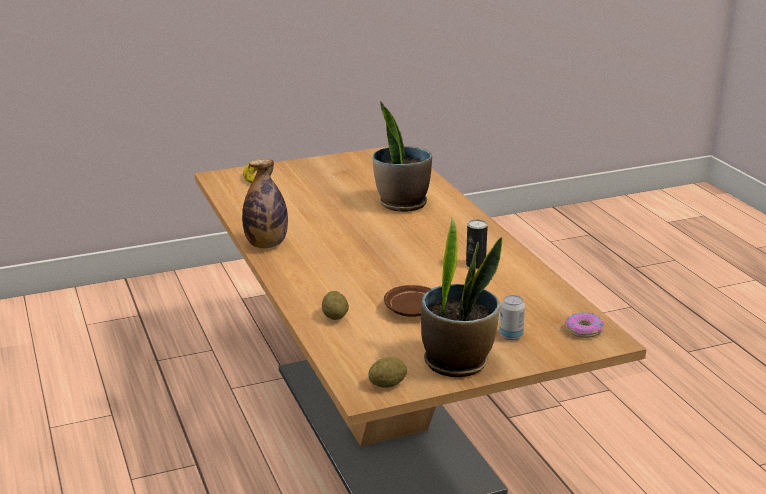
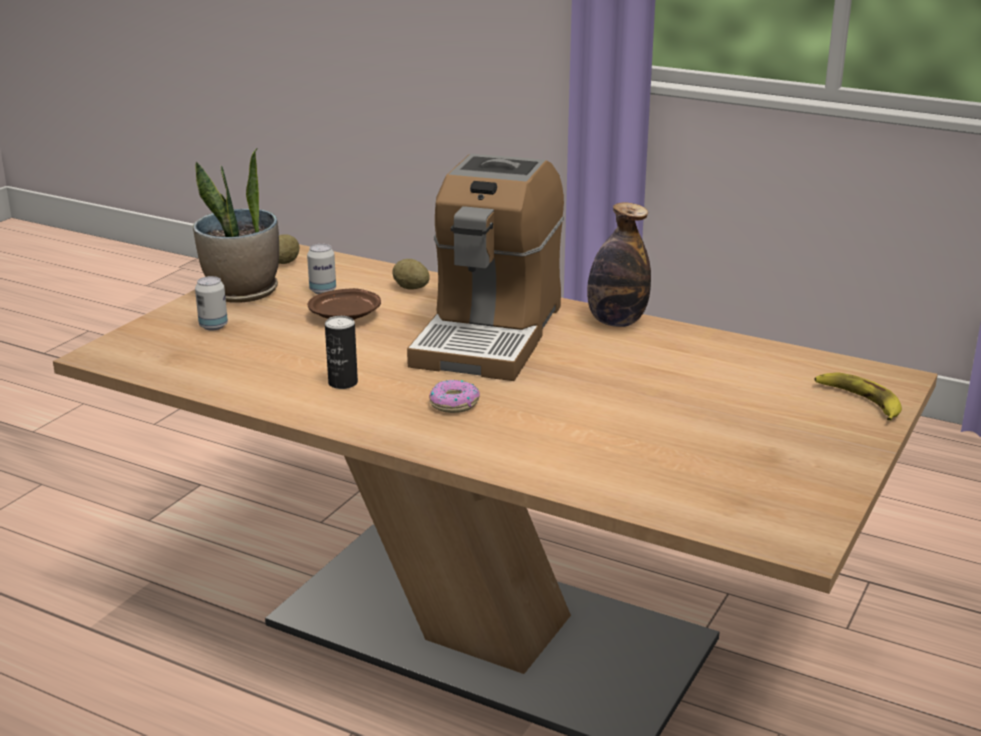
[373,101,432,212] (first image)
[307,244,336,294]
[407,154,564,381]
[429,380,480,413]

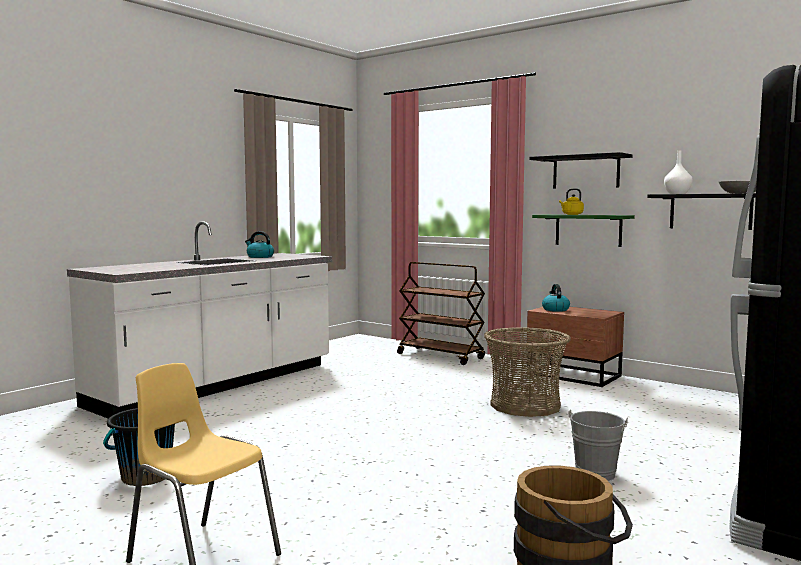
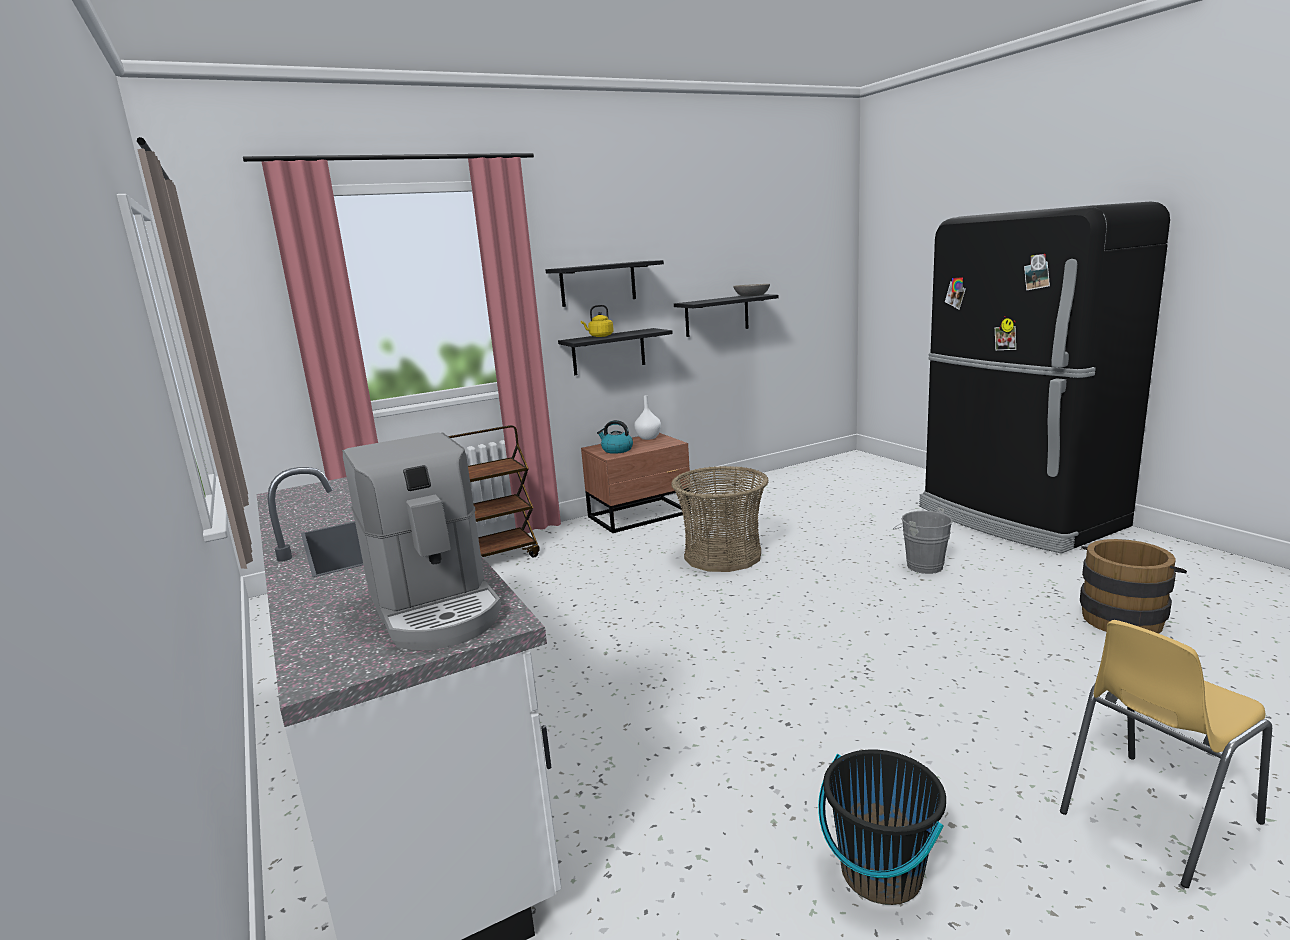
[245,231,274,258] (first image)
[342,432,501,650]
[634,395,661,440]
[558,328,673,375]

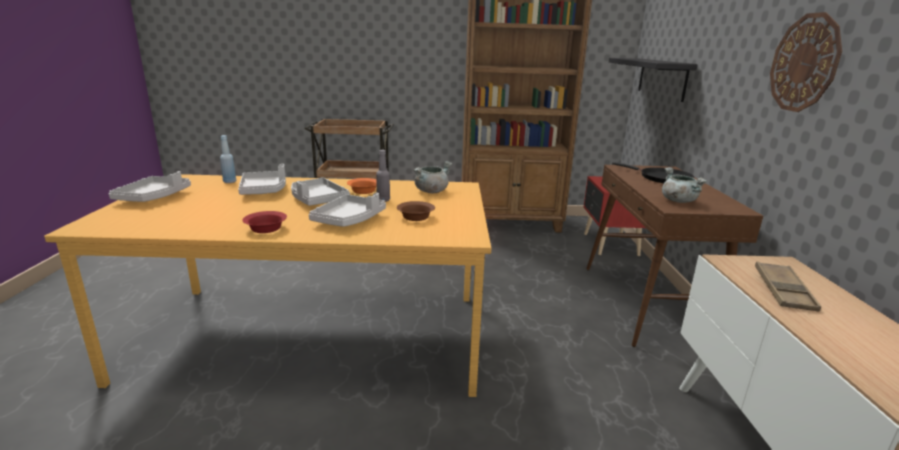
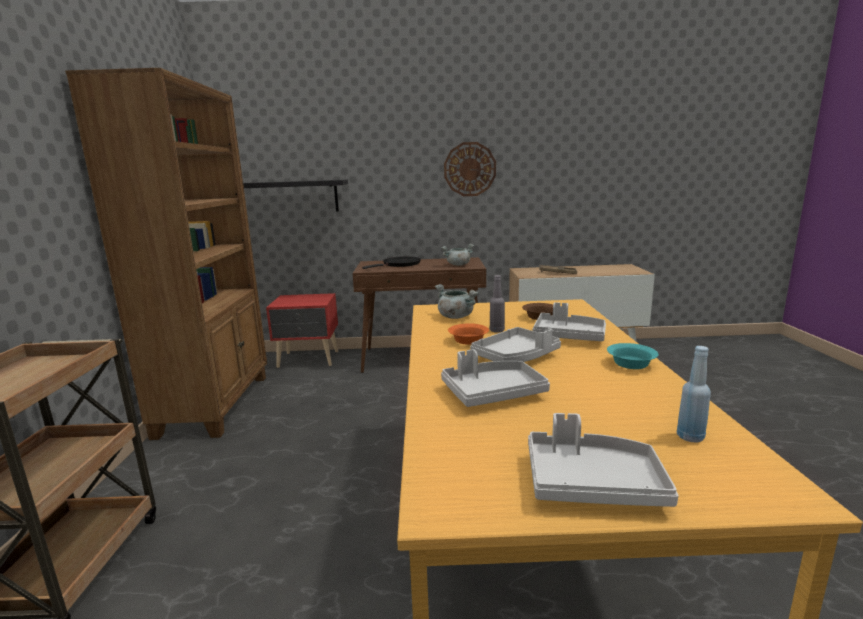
[677,346,711,442]
[607,343,659,369]

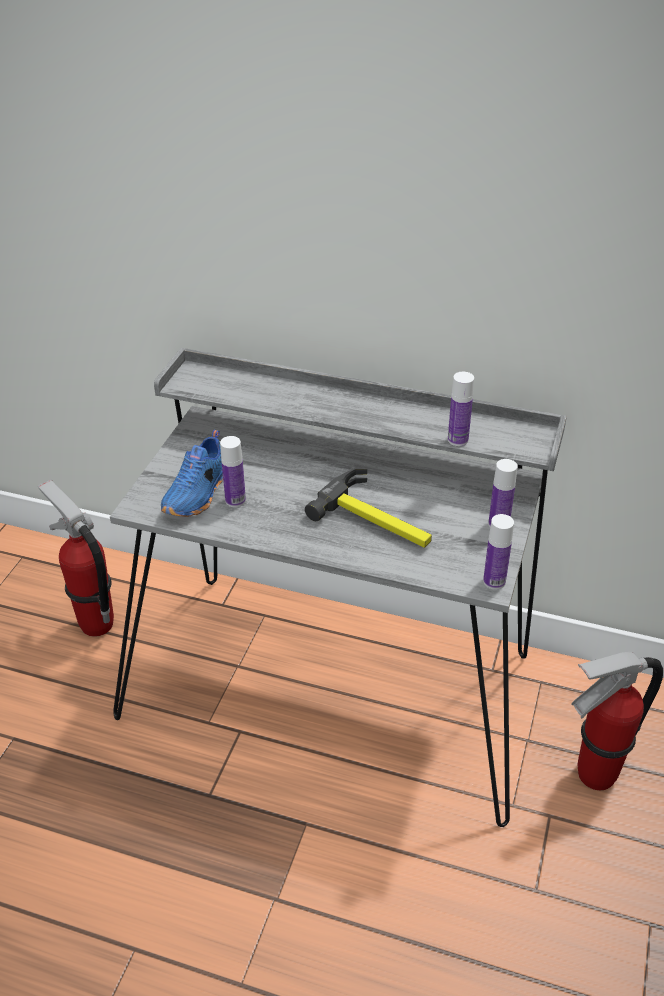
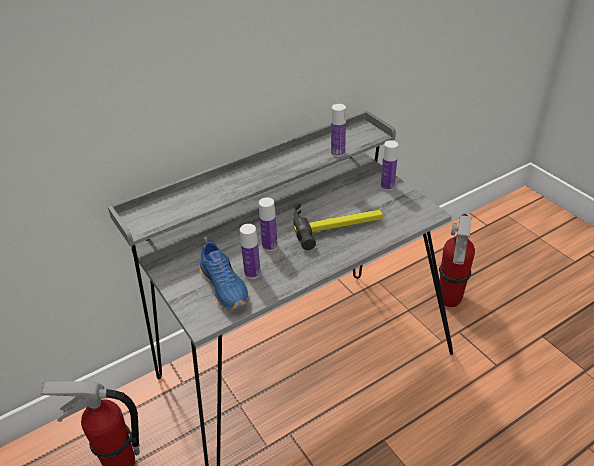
[259,197,278,251]

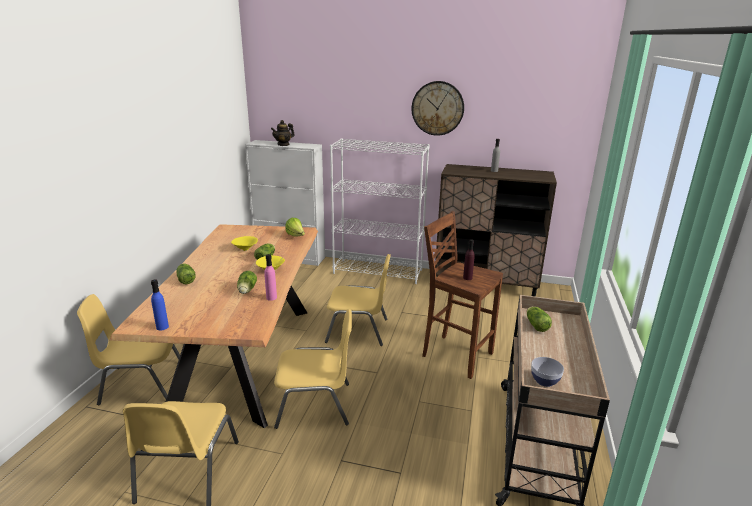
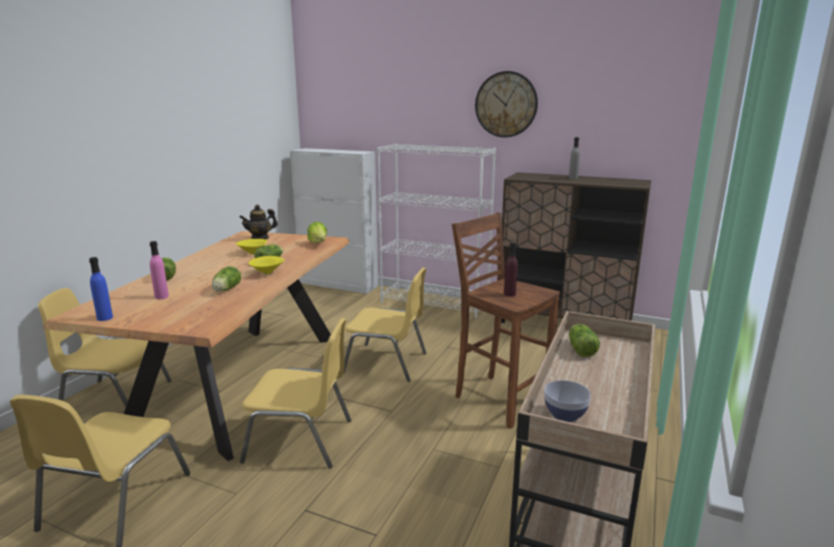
[150,241,169,299]
[239,205,278,239]

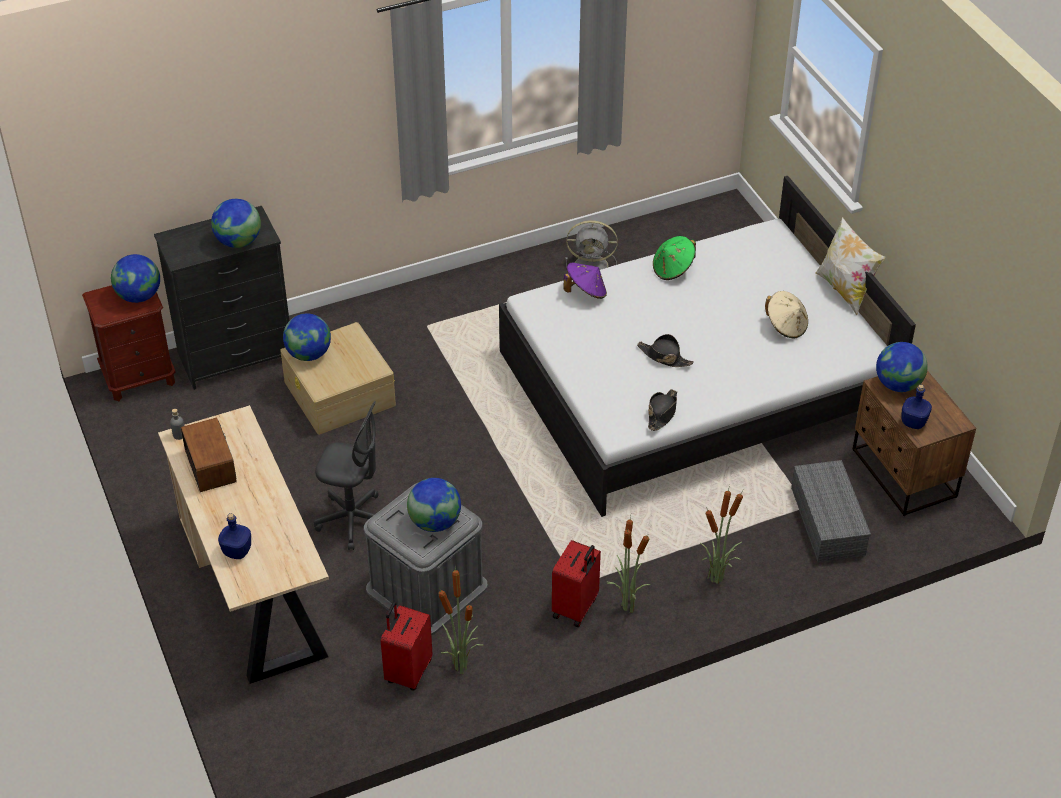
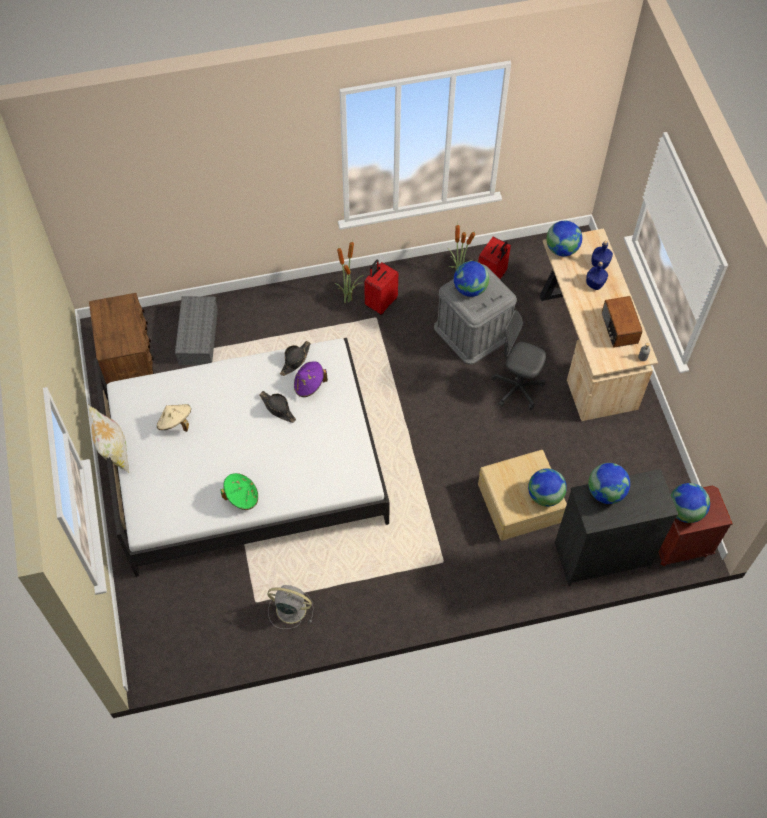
[700,485,743,584] (first image)
[294,361,328,397]
[546,221,582,256]
[586,261,608,290]

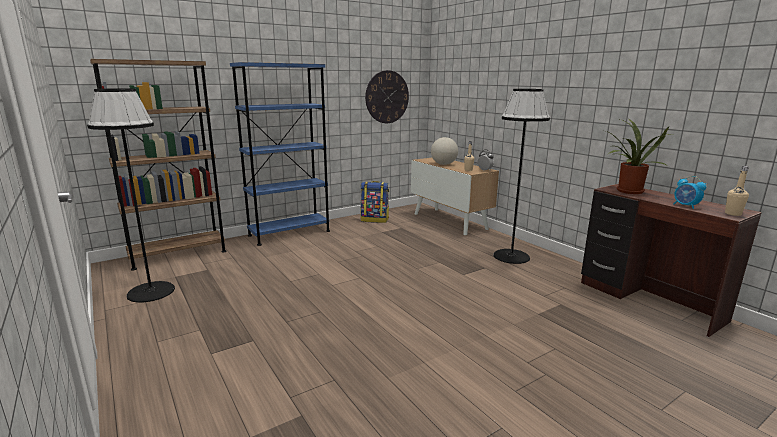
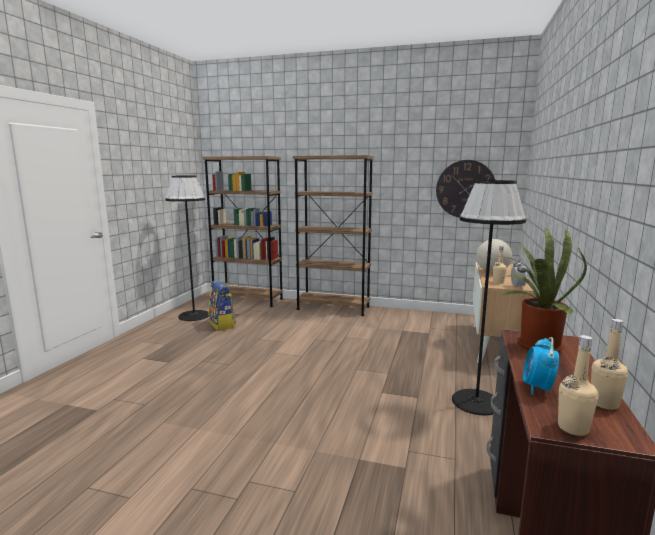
[591,319,628,410]
[209,280,236,331]
[293,155,374,316]

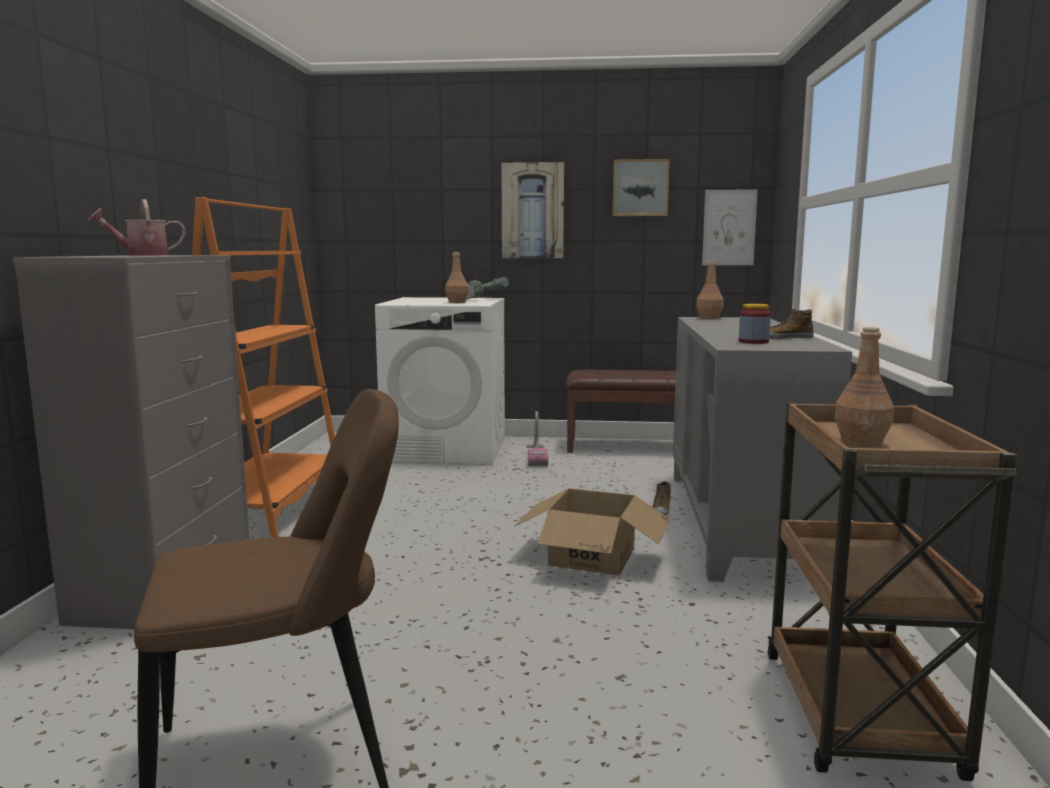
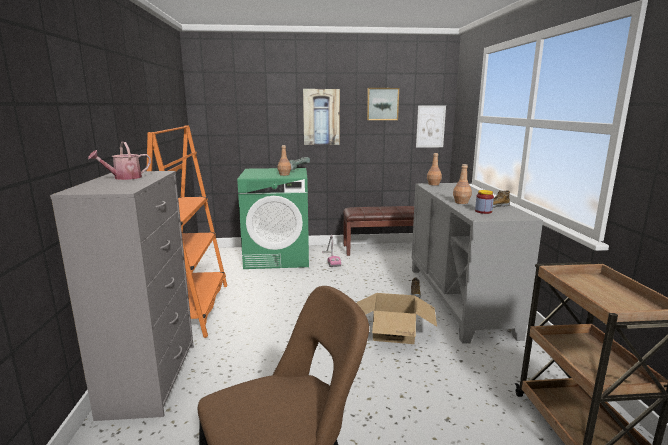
[453,164,472,204]
[237,168,309,269]

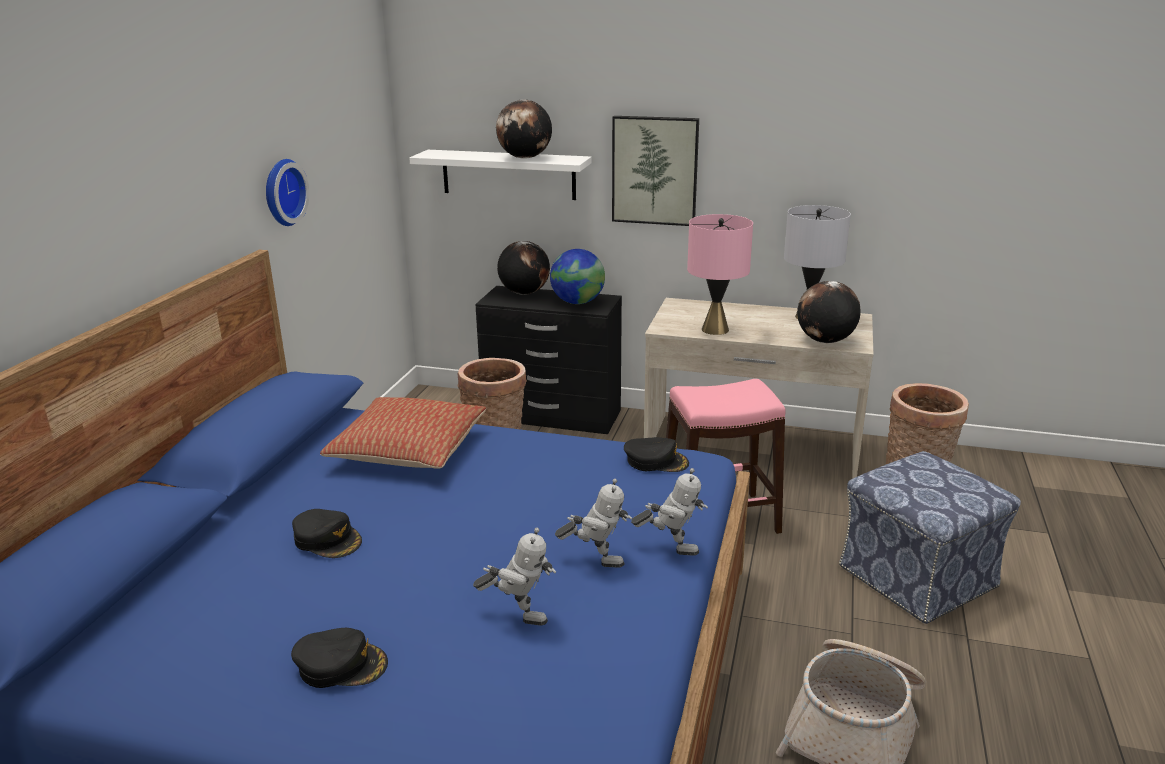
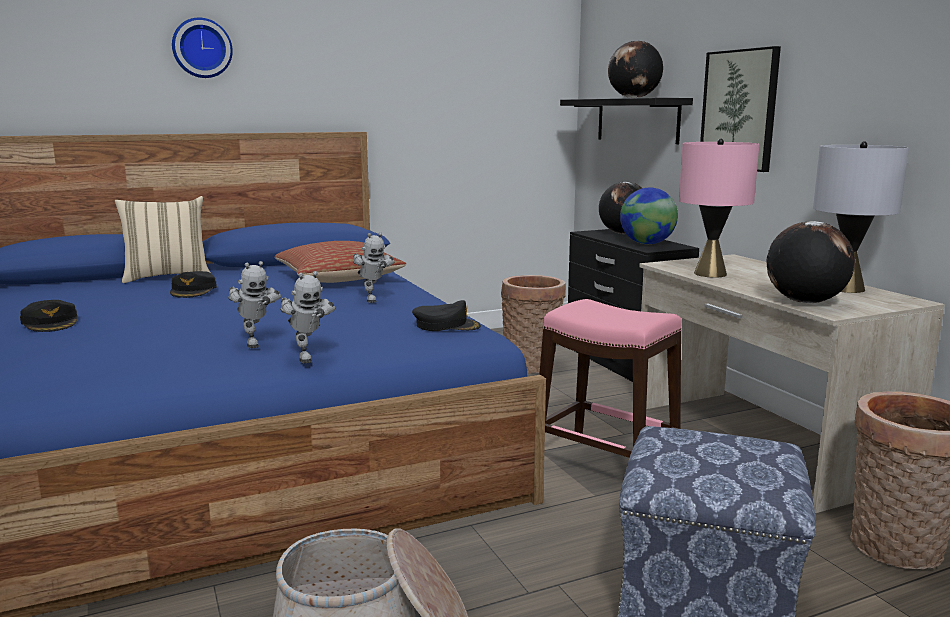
[115,196,211,283]
[172,18,233,78]
[353,232,395,303]
[560,98,693,144]
[412,300,481,331]

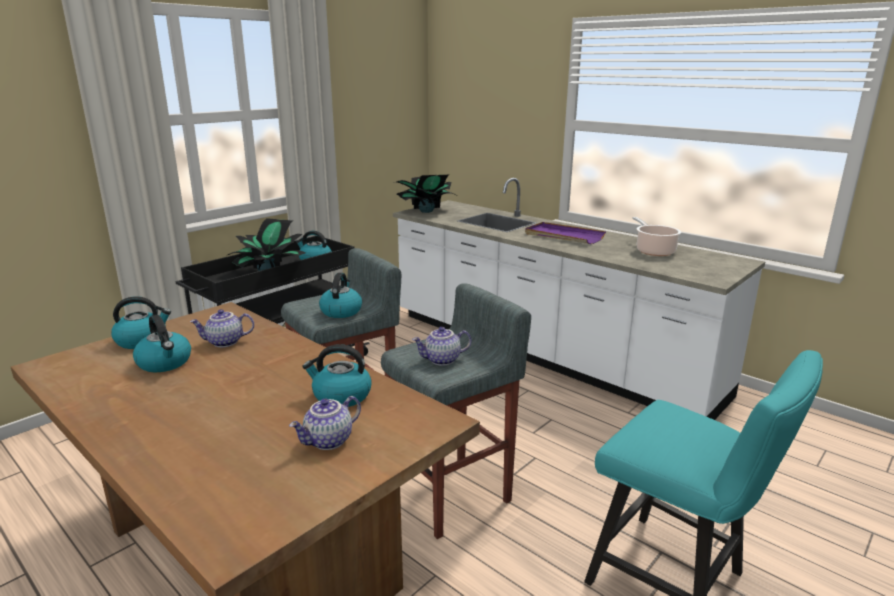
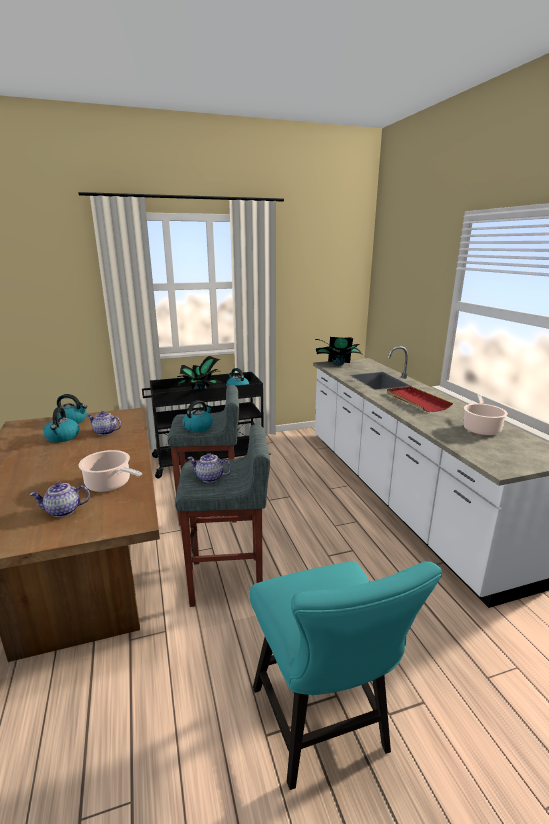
[79,450,142,492]
[387,386,453,412]

